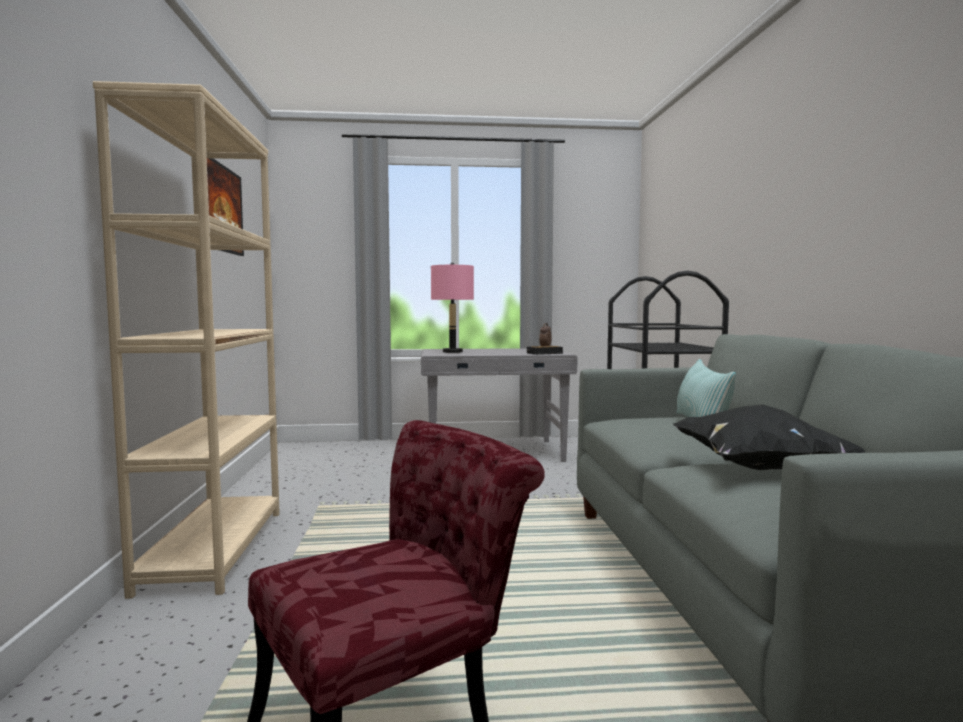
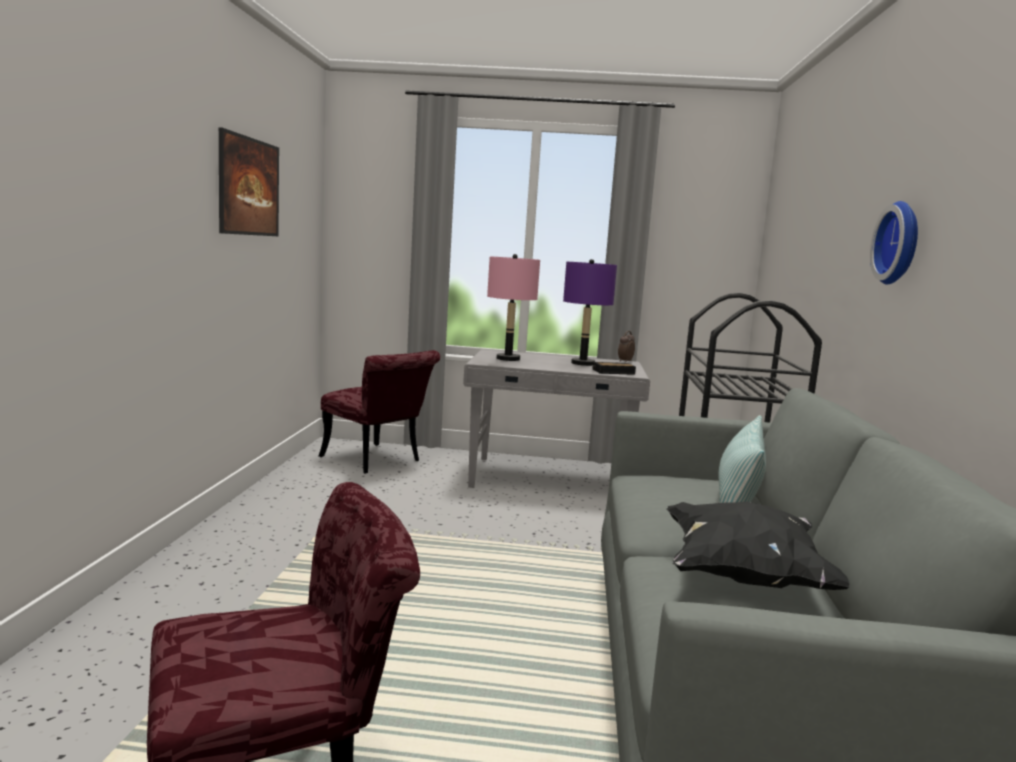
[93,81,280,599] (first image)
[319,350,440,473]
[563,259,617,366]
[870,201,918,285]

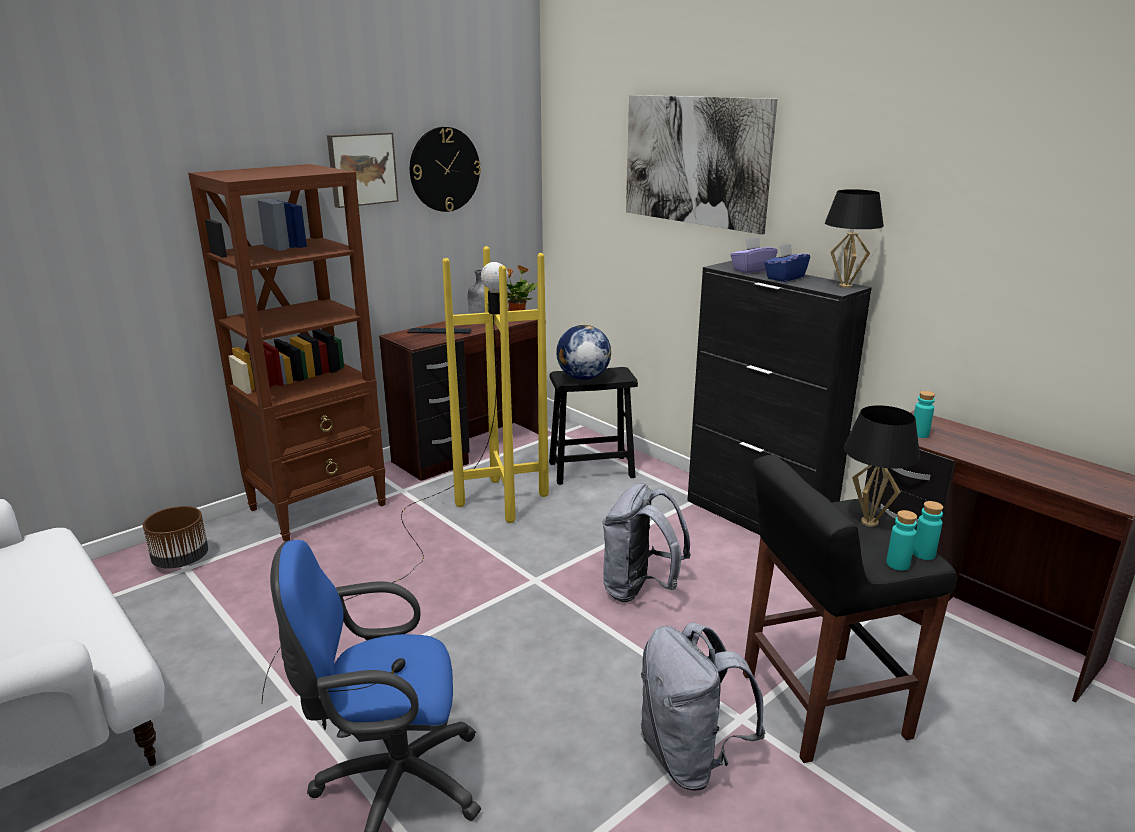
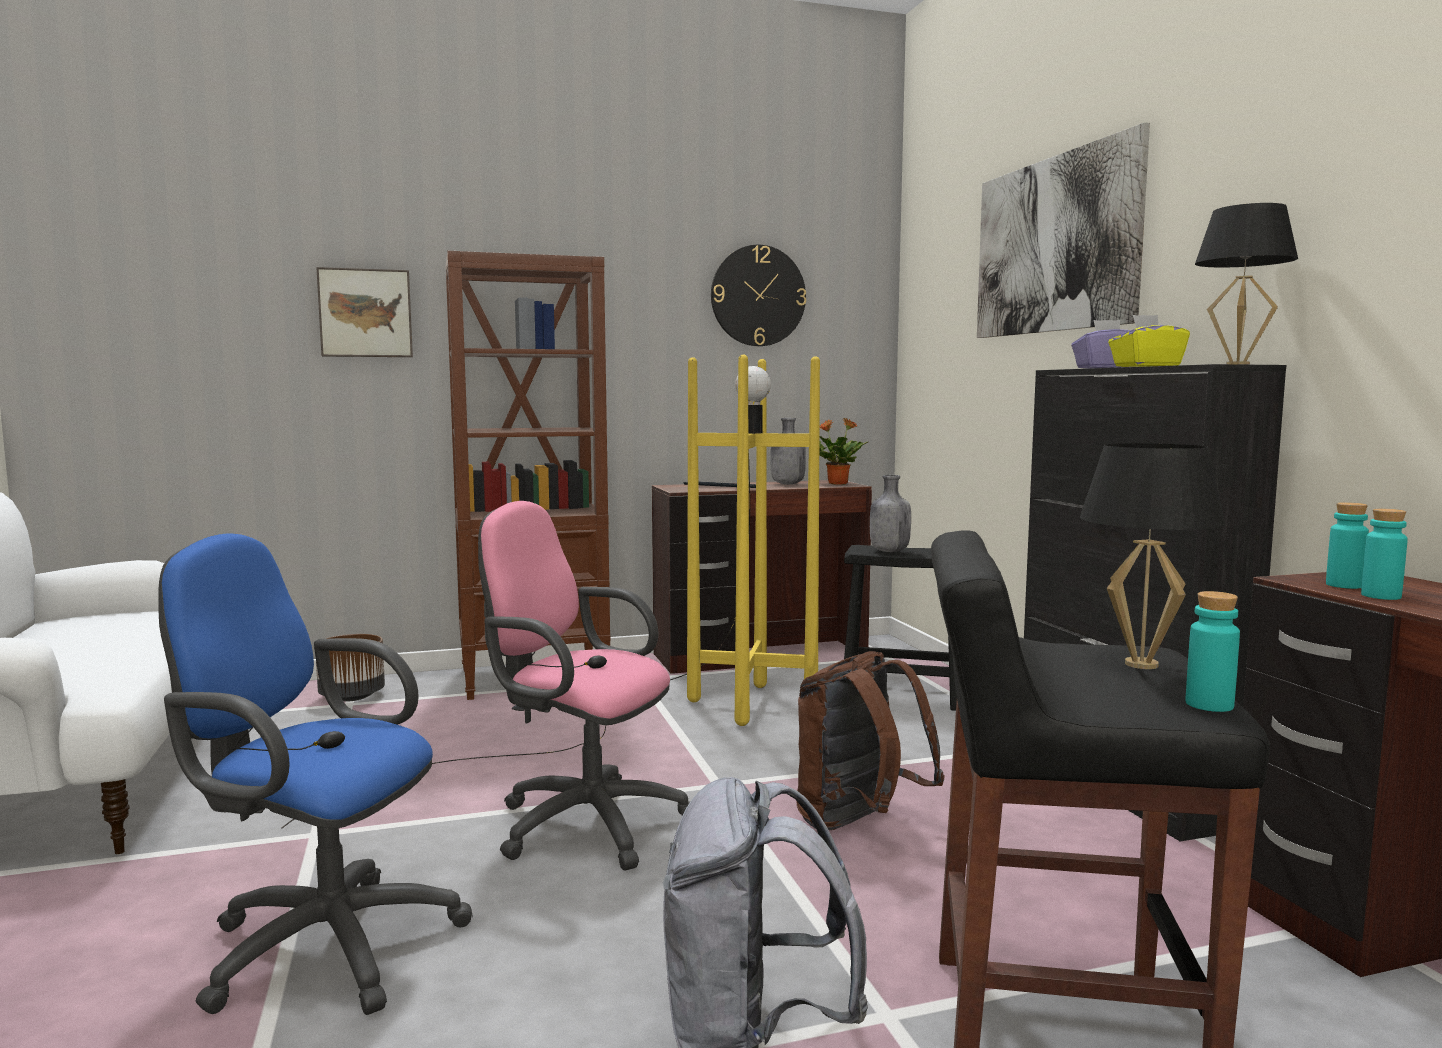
[478,501,690,870]
[316,267,413,357]
[1361,509,1408,600]
[870,475,911,552]
[796,651,945,830]
[1108,315,1190,367]

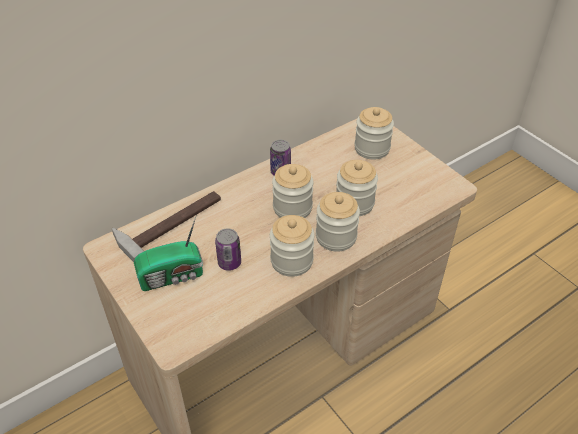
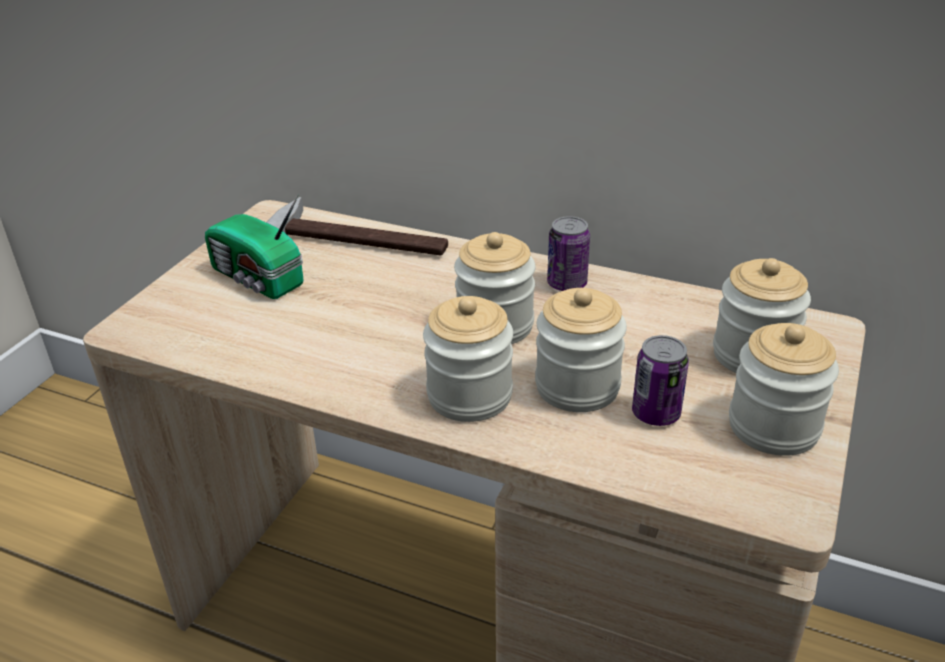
[632,335,689,426]
[729,323,839,456]

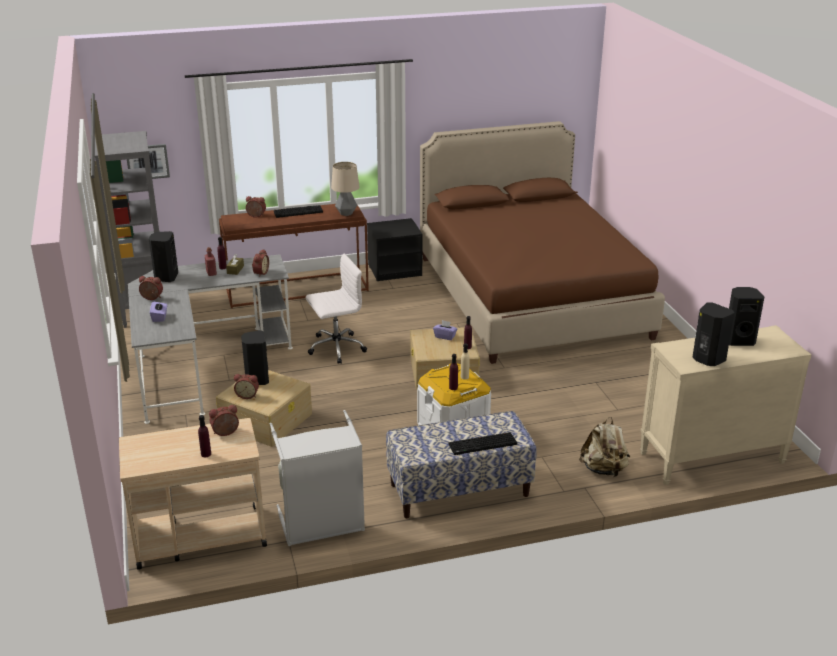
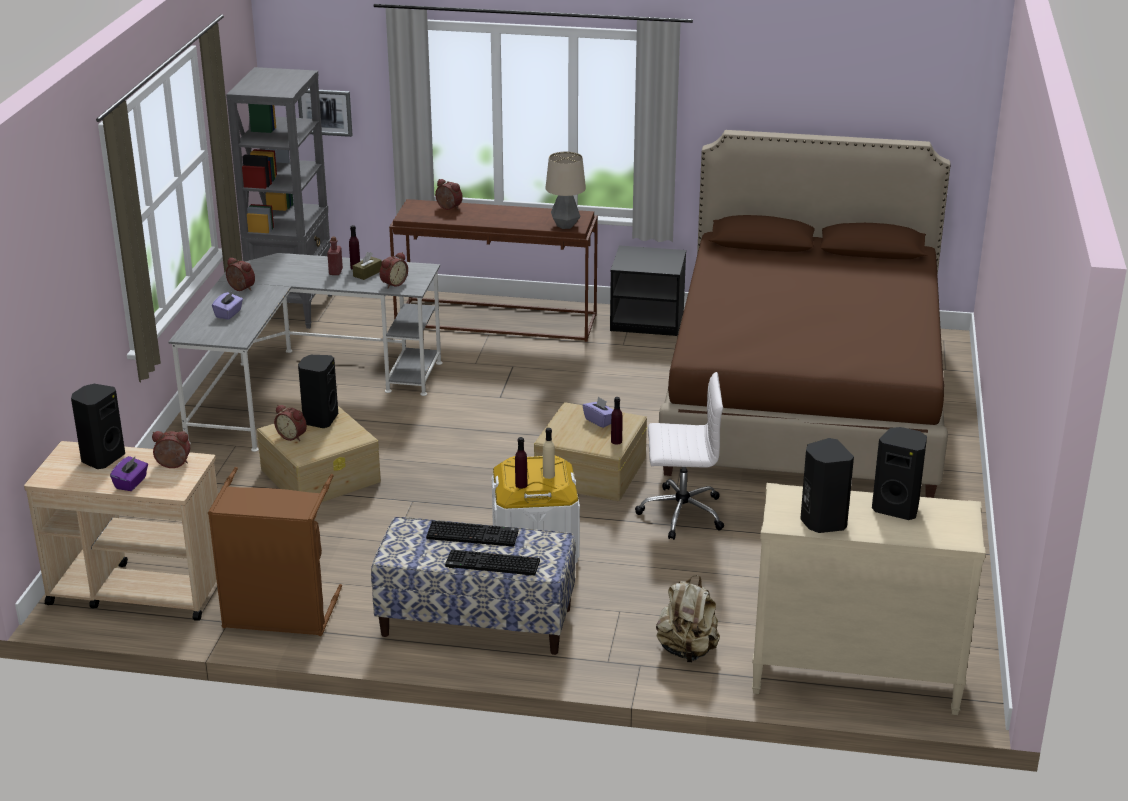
[71,384,125,469]
[426,521,519,546]
[635,372,724,540]
[110,456,148,491]
[208,467,342,636]

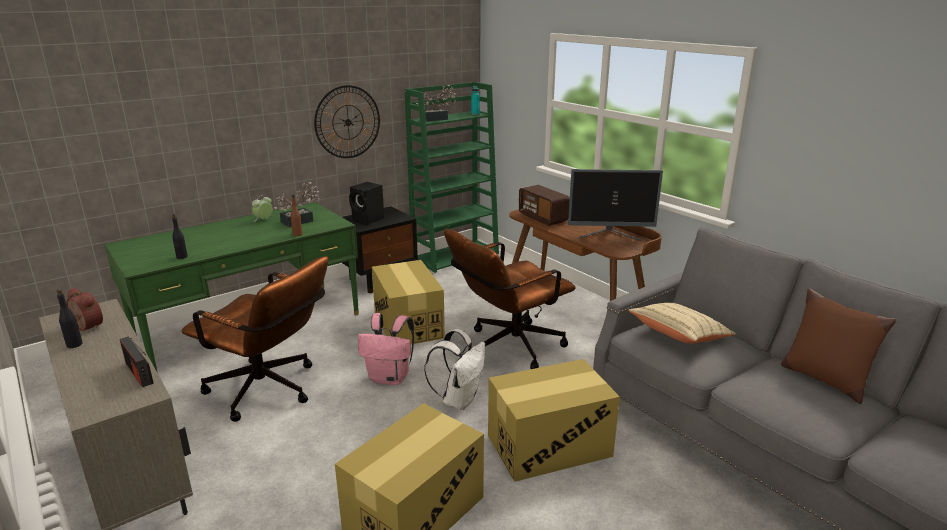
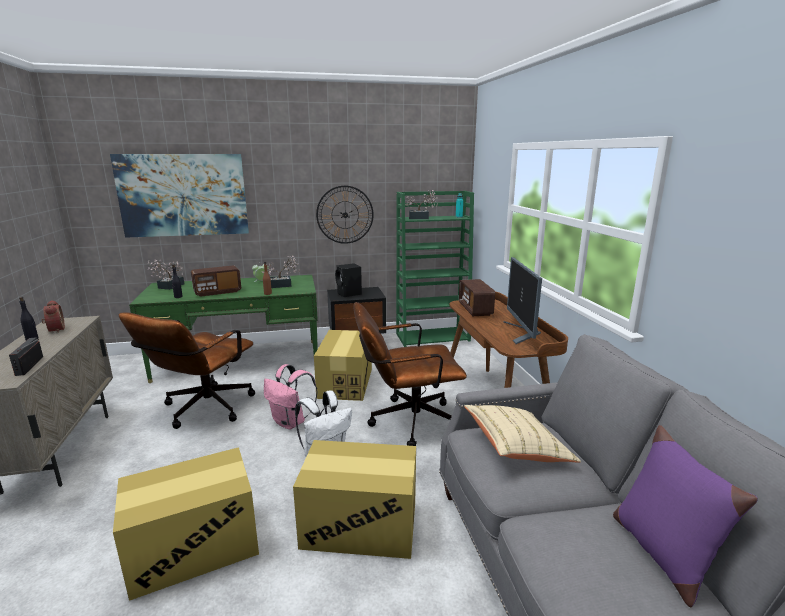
[110,154,249,238]
[147,259,184,290]
[191,265,241,297]
[613,425,758,607]
[119,312,255,429]
[503,257,542,344]

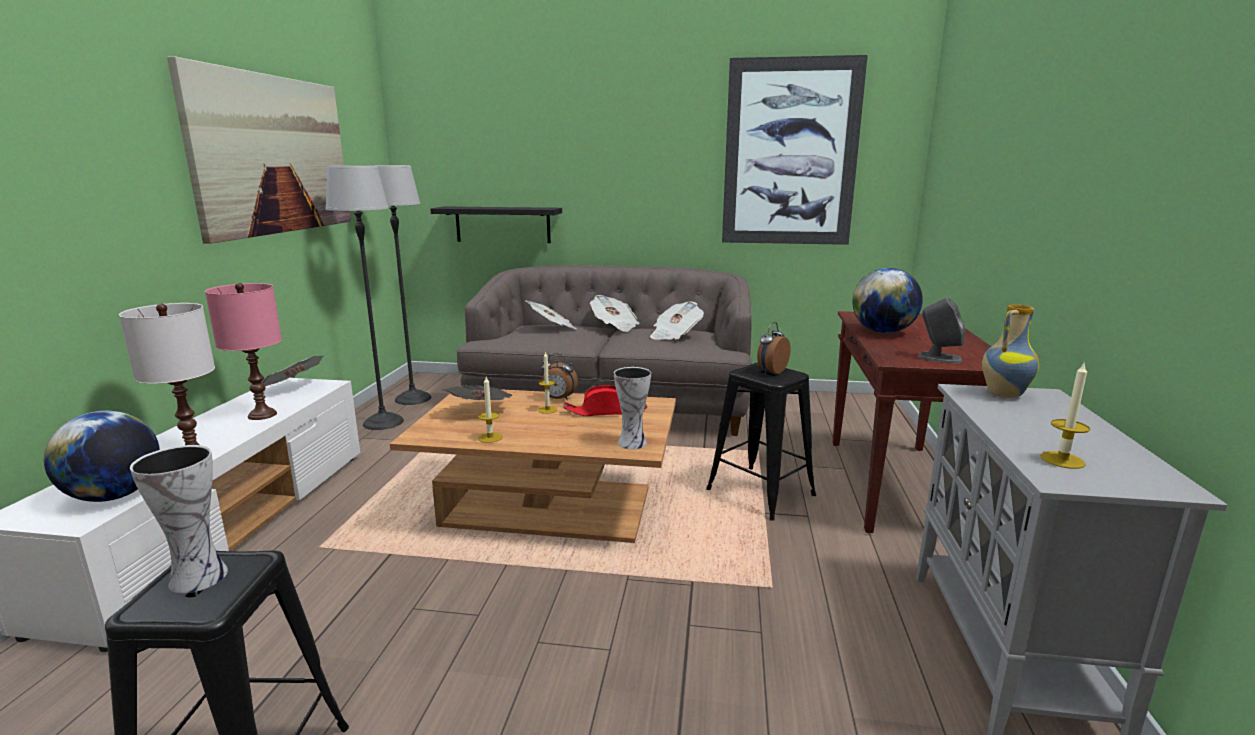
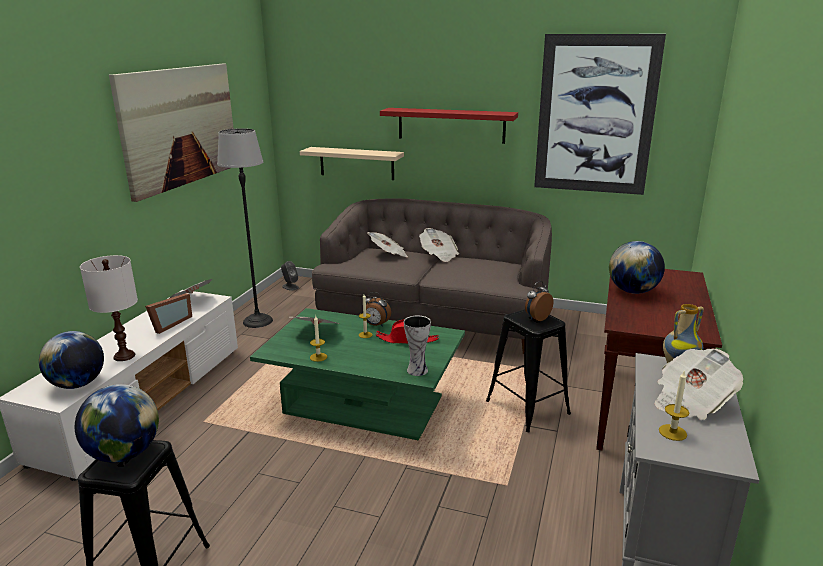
[367,165,431,405] (first image)
[380,108,518,144]
[655,349,743,420]
[281,261,299,291]
[75,384,159,463]
[145,293,192,334]
[250,308,465,440]
[300,147,404,180]

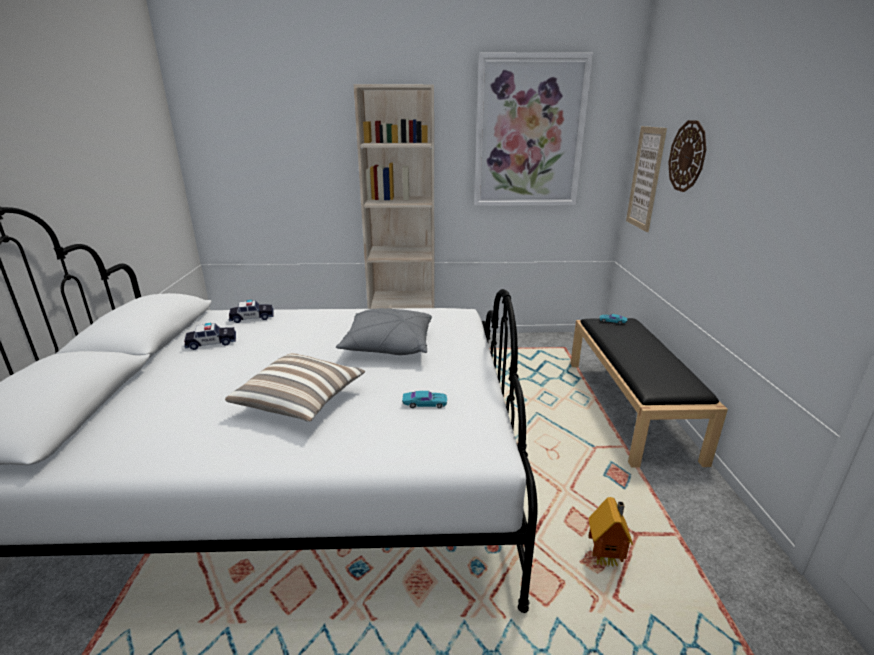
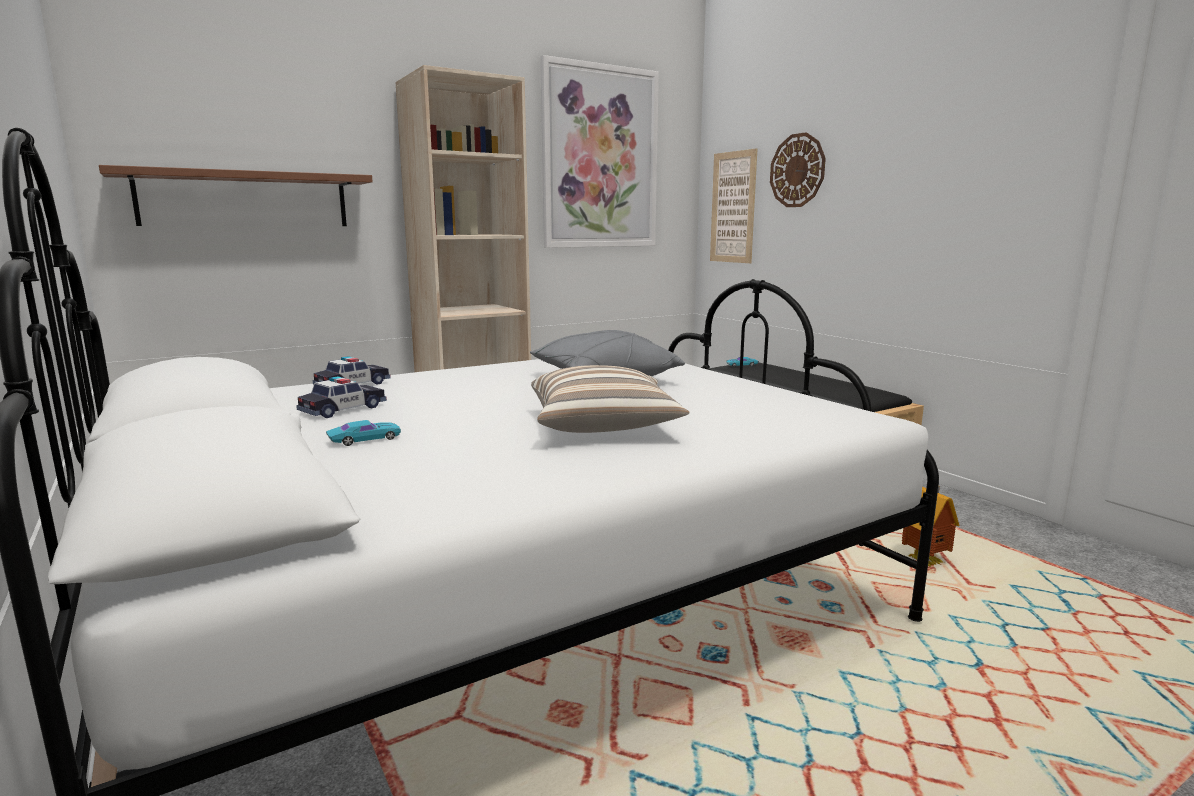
[99,165,373,226]
[326,420,401,446]

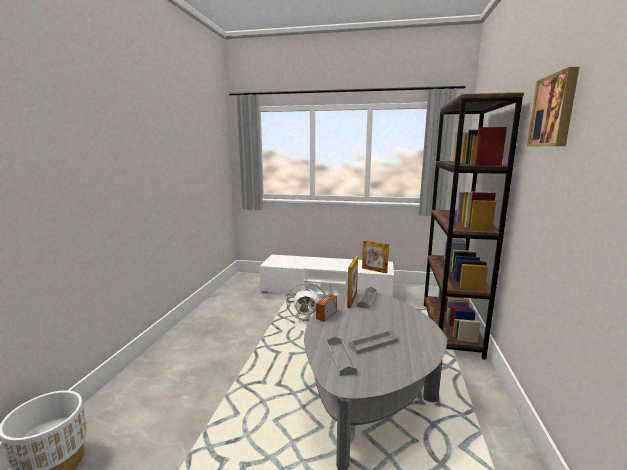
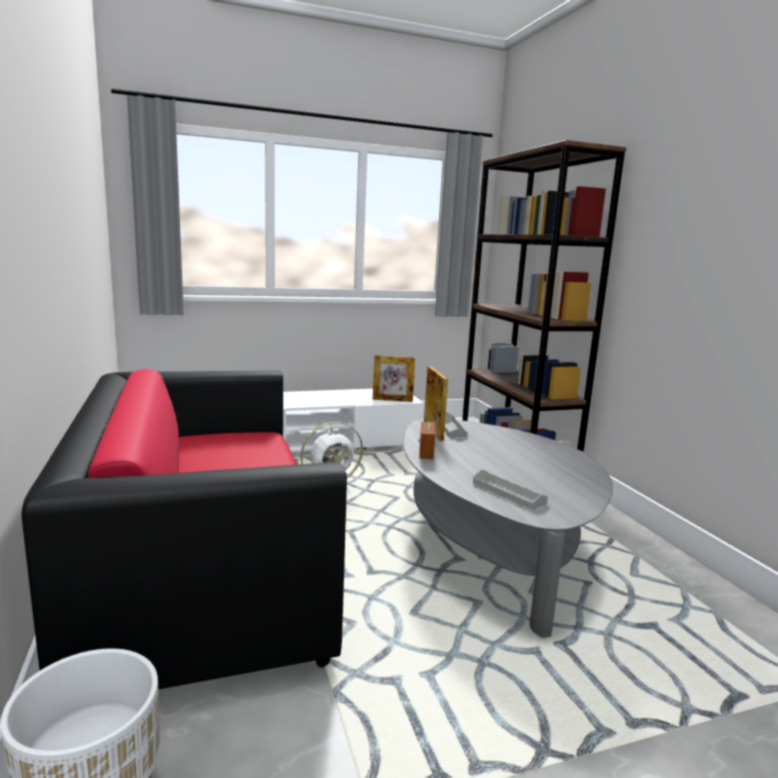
[348,331,398,354] (first image)
[527,67,579,146] (first image)
[21,369,347,689]

